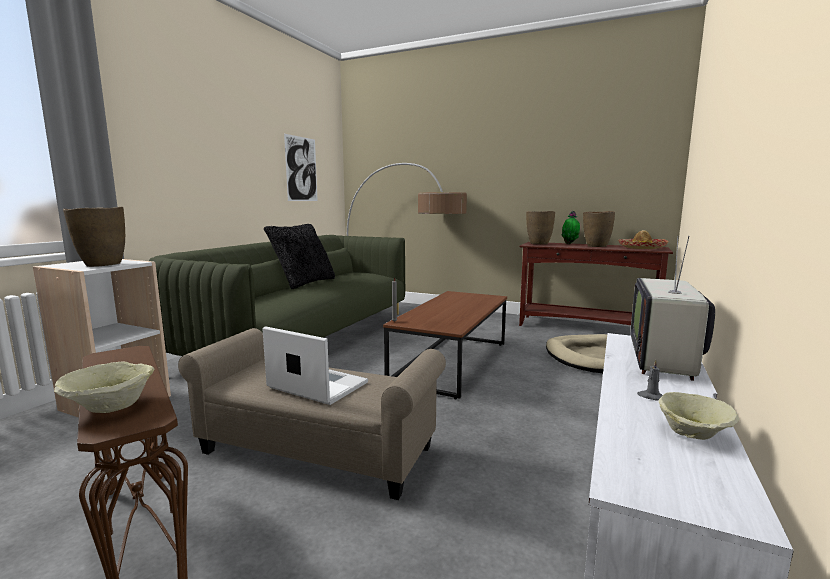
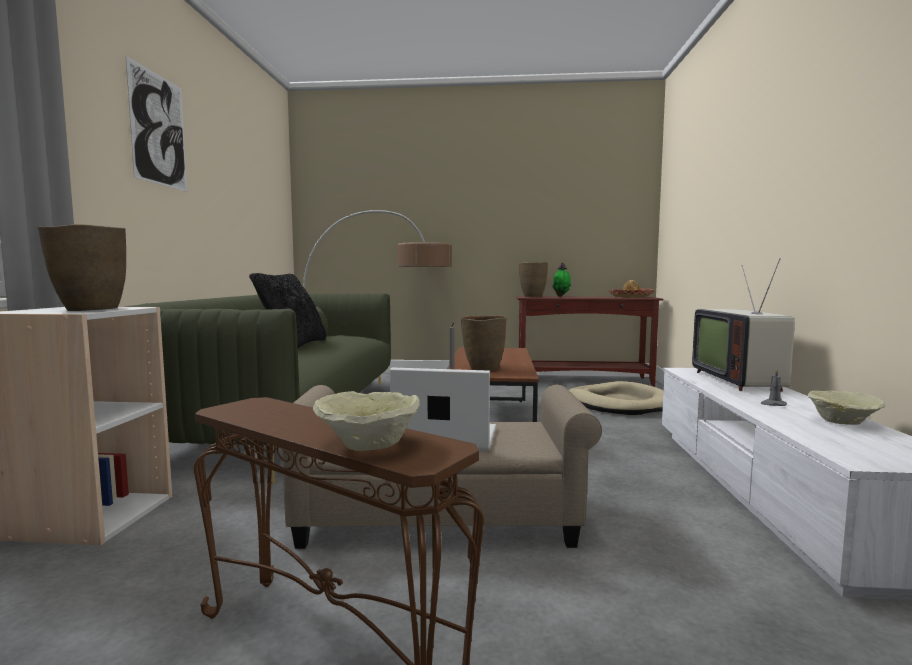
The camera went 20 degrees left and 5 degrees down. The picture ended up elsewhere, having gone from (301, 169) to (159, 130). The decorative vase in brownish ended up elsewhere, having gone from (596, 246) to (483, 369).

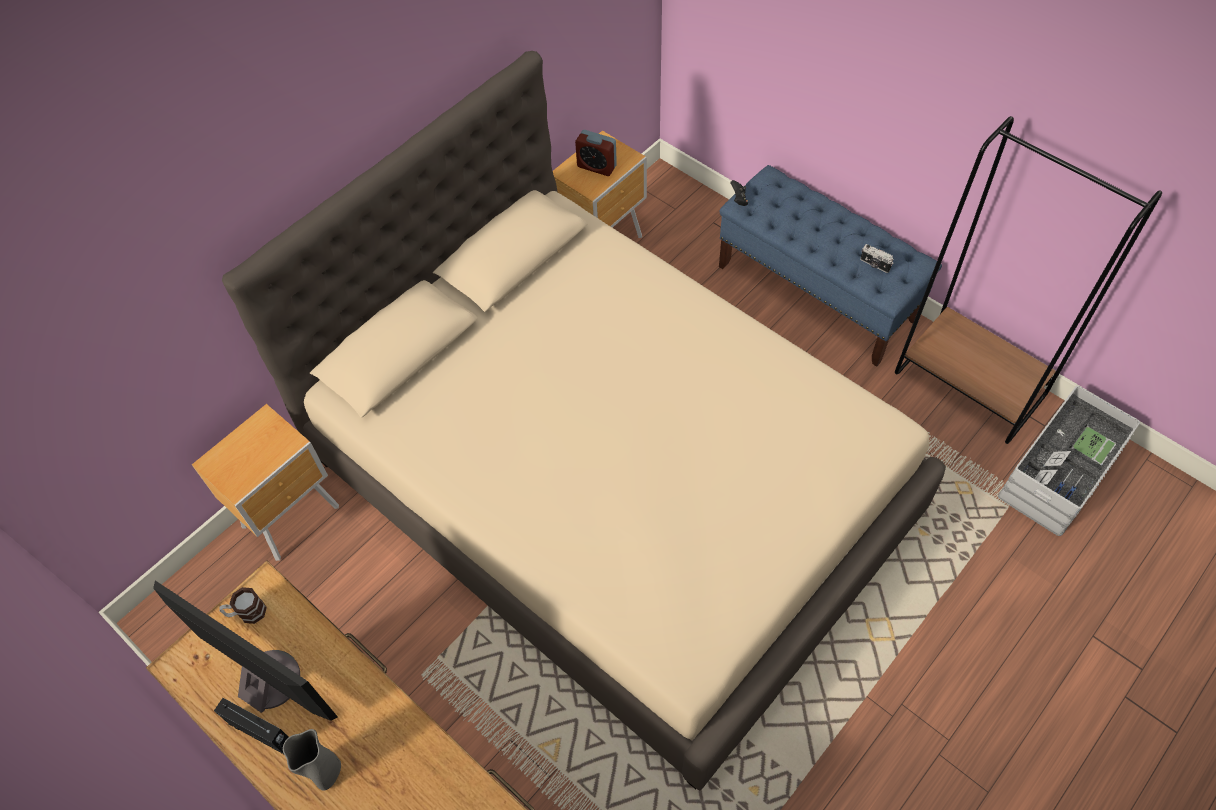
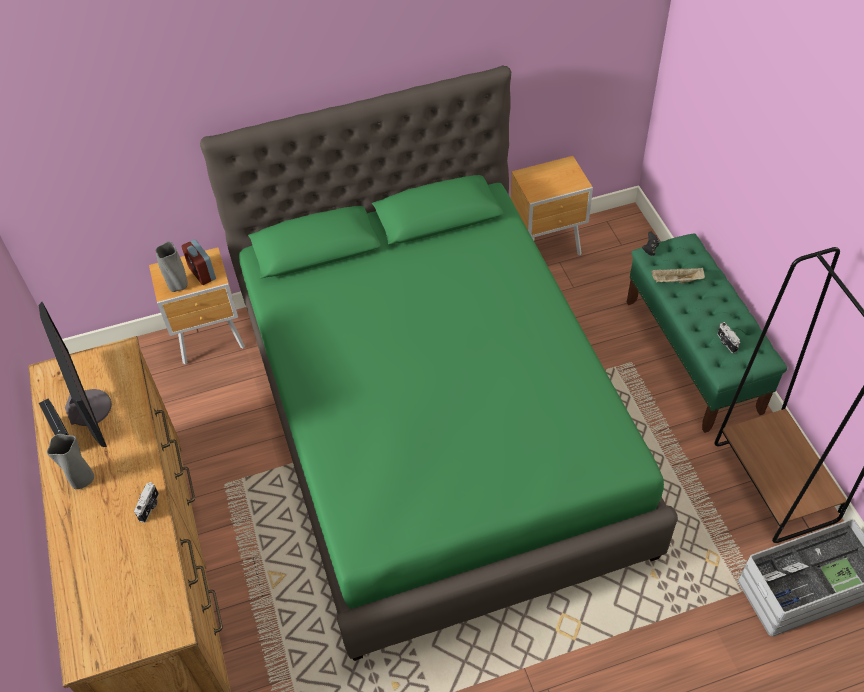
The camera went 30 degrees right and 5 degrees down. The second view gained the still camera at (150, 507). The second view gained the decorative vase in greyish at (178, 287). The table clock ended up elsewhere, having gone from (596, 166) to (202, 273). What was the bed in beige-coloured at (611, 486) turned into the bed in green-coloured at (436, 423). What was the long seat in blue at (816, 293) turned into the long seat in green-coloured at (692, 356). The second view gained the serving tray in beige-coloured at (676, 281). The second view lost the tea mug at (247, 613).

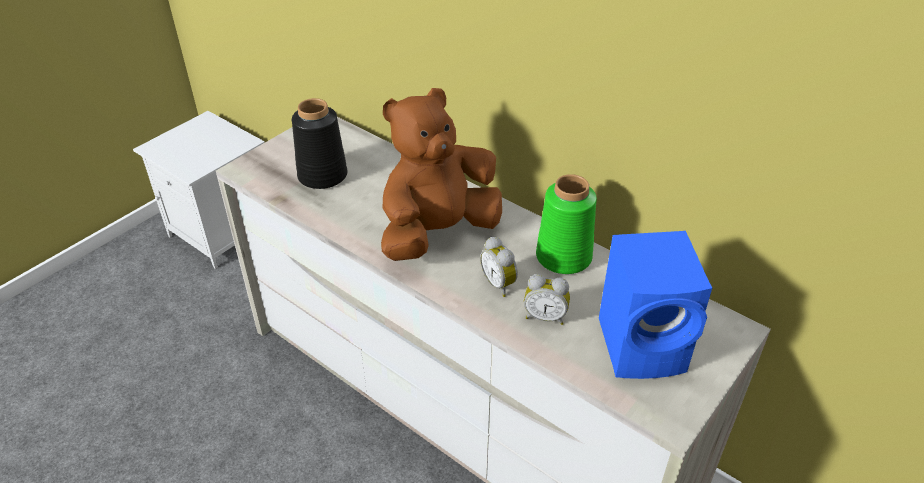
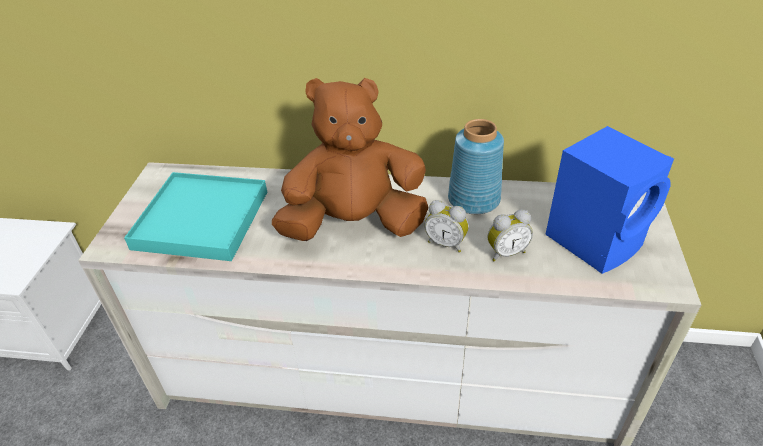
The camera went 30 degrees left and 0 degrees up. Where the decorative vase in black-coloured stood at (323, 176), the serving tray in turquoise came to stand at (202, 219). The plush toy in brownish at (438, 232) ended up facing another way, 60 degrees clockwise from before. What was the decorative vase in green-coloured at (564, 258) turned into the decorative vase in blue at (474, 200).

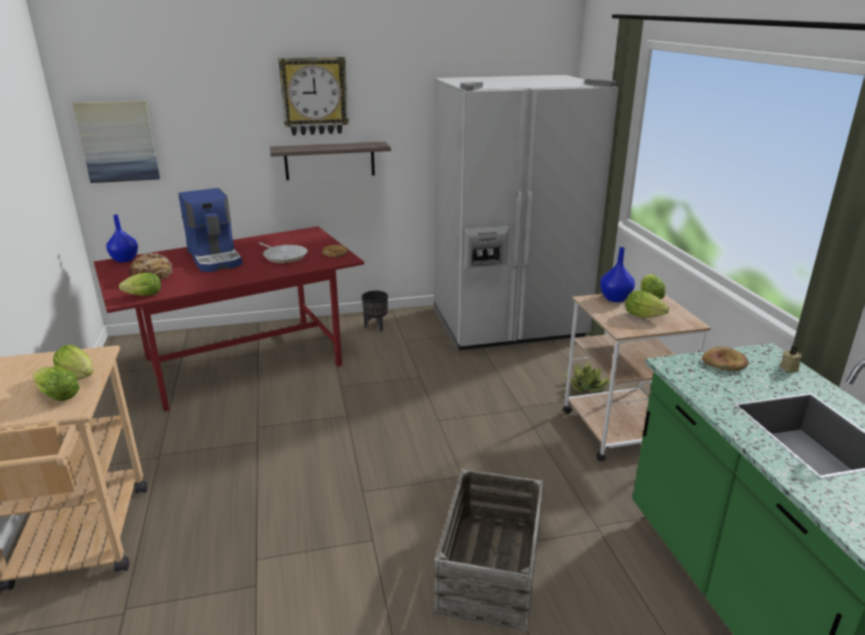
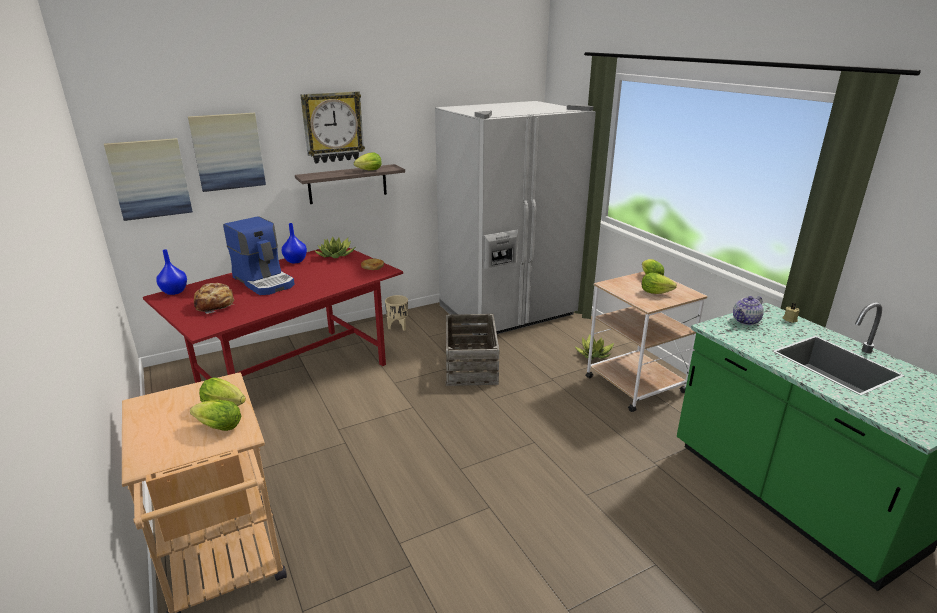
The camera went 15 degrees left and 0 degrees up. The second view gained the picture at (228, 151). The decorative vase in blue ended up elsewhere, having gone from (615, 299) to (295, 261). The second view gained the houseplant at (336, 255). The lettuce ended up elsewhere, having gone from (142, 296) to (368, 170). What was the planter in black-coloured at (376, 327) turned into the planter in beige-coloured at (398, 327). The shipping crate ended up elsewhere, having gone from (491, 569) to (471, 364). Where the bakery bread stood at (724, 362), the teapot came to stand at (746, 321). The second view lost the pan at (284, 256).

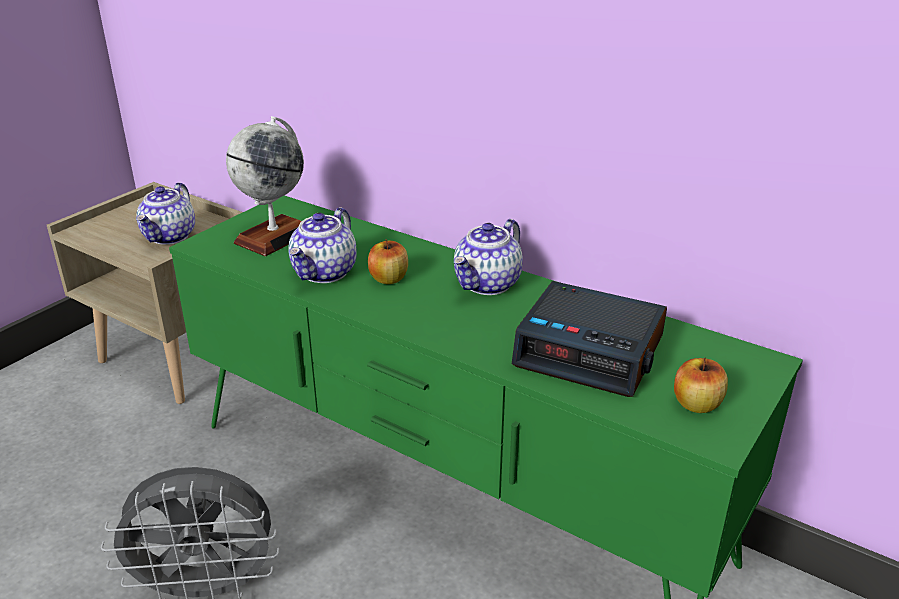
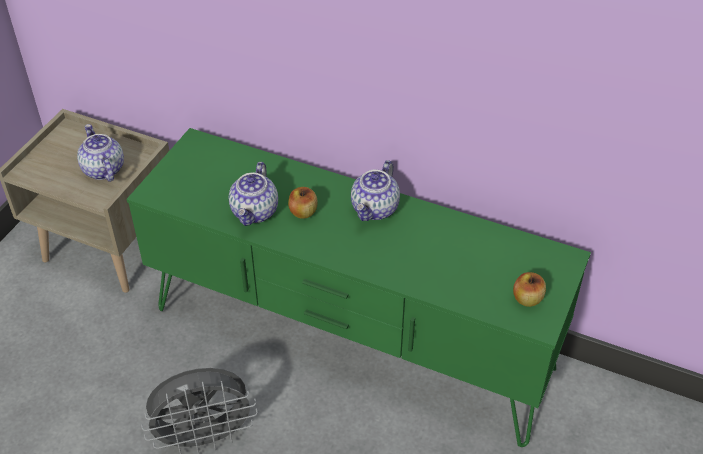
The camera went 10 degrees left and 15 degrees up. The teapot at (170, 237) ended up facing another way, 150 degrees clockwise from before. The second view lost the globe at (274, 237). The second view lost the table clock at (591, 351).

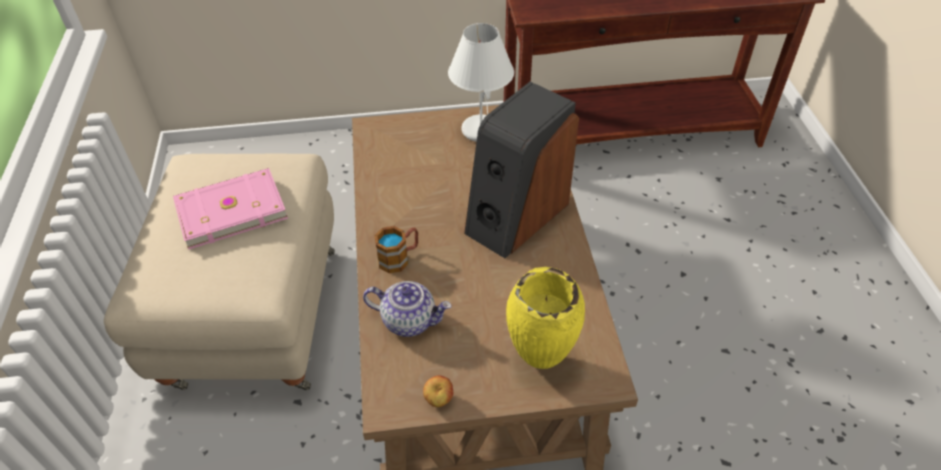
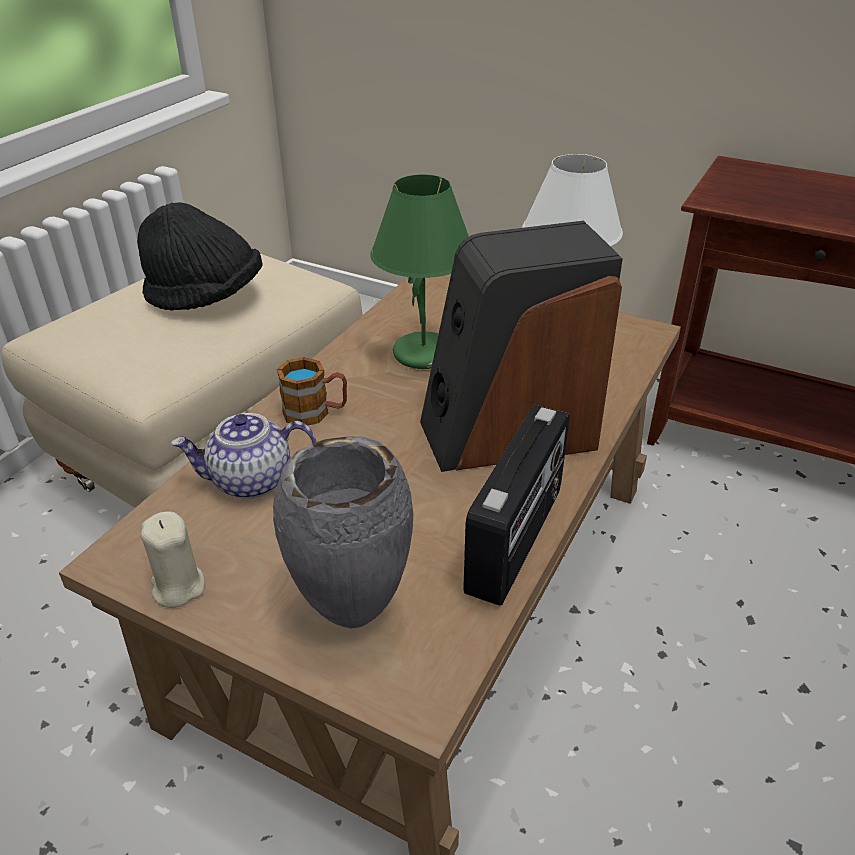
The camera went 35 degrees right and 10 degrees down. Where the bound book in pink stood at (230, 210), the clothing hat in black-coloured came to stand at (206, 298). Where the whole apple stood at (438, 400), the wax candle in beige-coloured came to stand at (178, 587). The teapot at (410, 320) ended up facing another way, 120 degrees clockwise from before. What was the decorative vase in yellowish at (538, 360) turned into the decorative vase in greyish at (351, 614). The second view gained the lamp for a table in green-coloured at (425, 354). The second view gained the radio receiver at (517, 540).

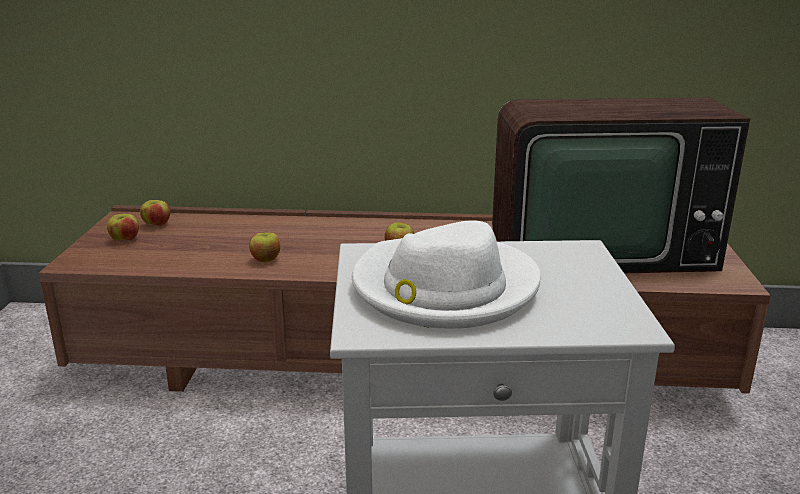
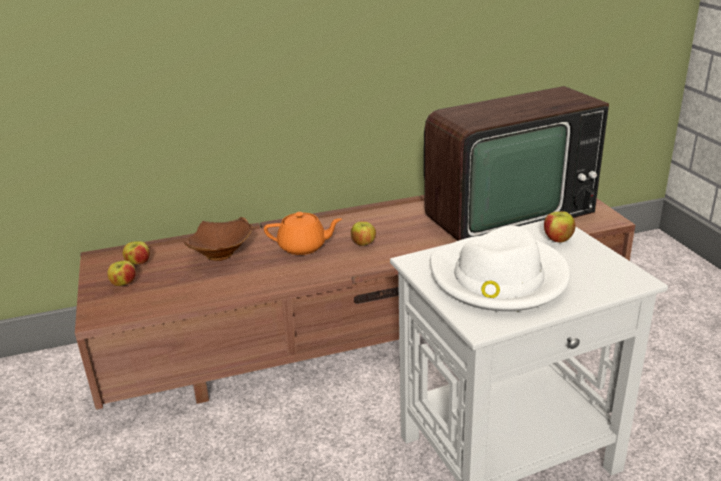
The camera went 20 degrees left and 5 degrees up. The second view gained the deep dish in brownish at (222, 255). The second view gained the teapot in orange at (303, 247). The whole apple ended up elsewhere, having gone from (266, 259) to (557, 239).

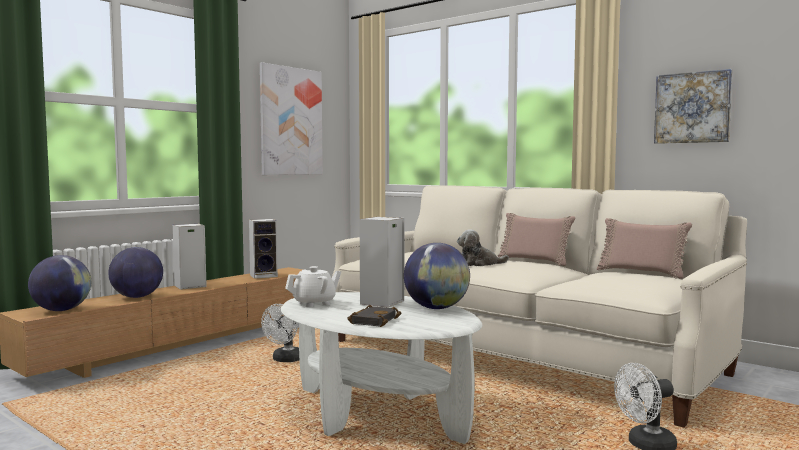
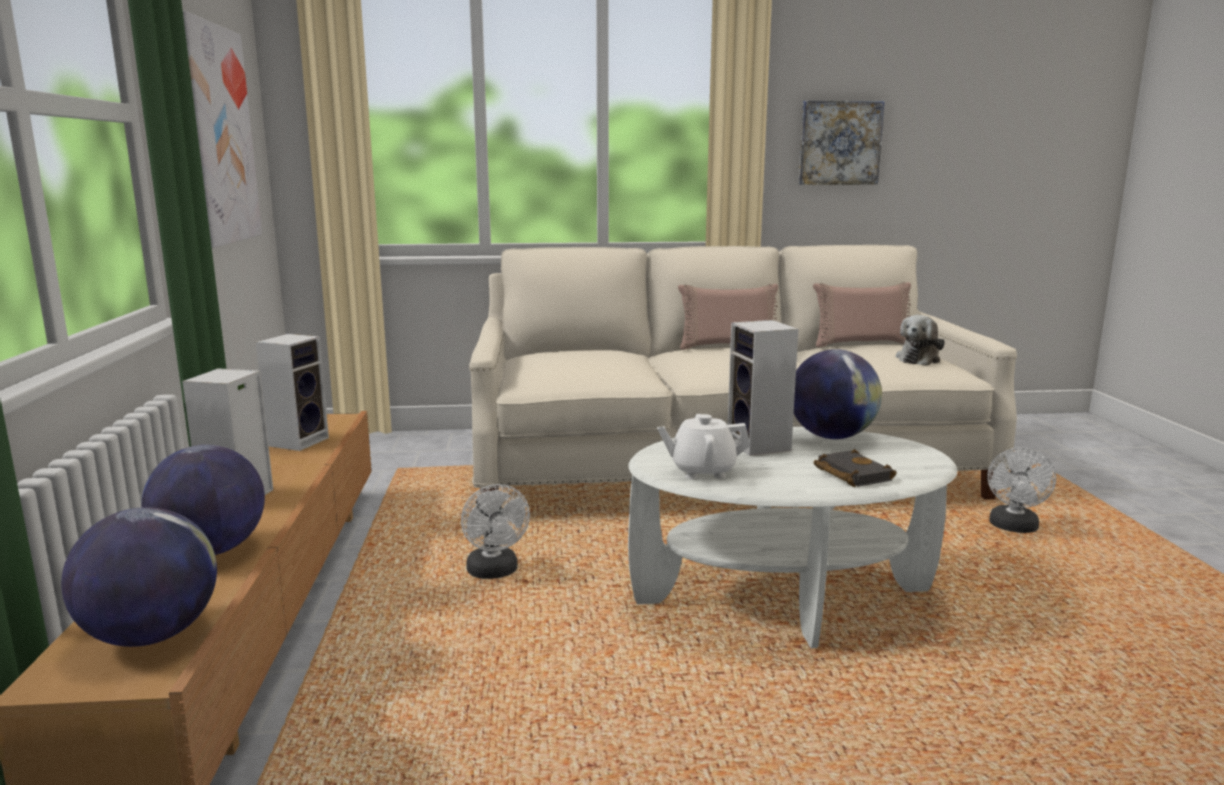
The camera went 45 degrees left and 10 degrees up. The teapot in whitish at (314, 303) ended up facing another way, 105 degrees counterclockwise from before. The plush toy ended up elsewhere, having gone from (479, 264) to (919, 359).

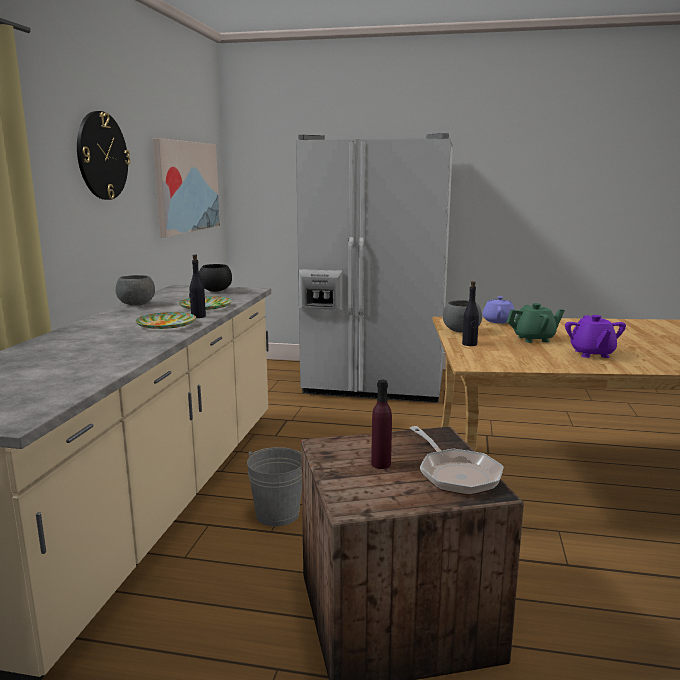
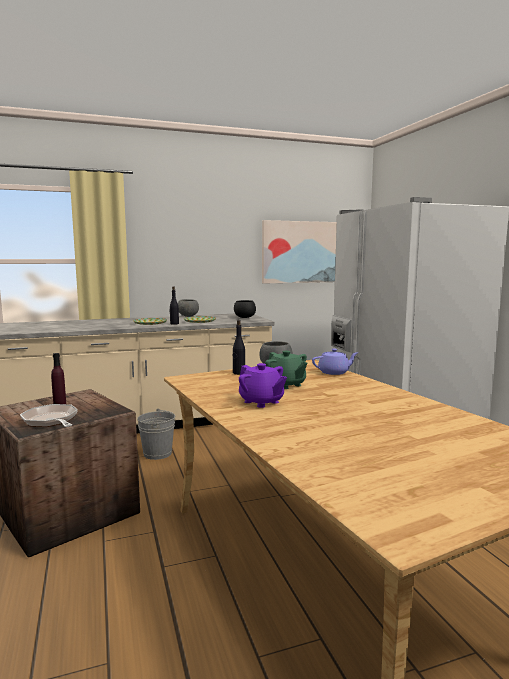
The camera went 60 degrees right and 5 degrees down. The pan at (456, 474) ended up facing another way, 105 degrees clockwise from before. The teapot in purple at (592, 354) ended up facing another way, 105 degrees counterclockwise from before. The second view lost the hanging clock at (102, 156).

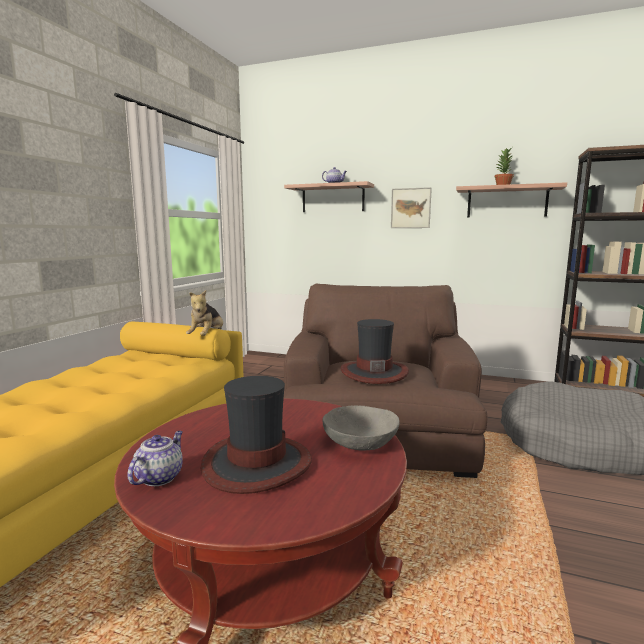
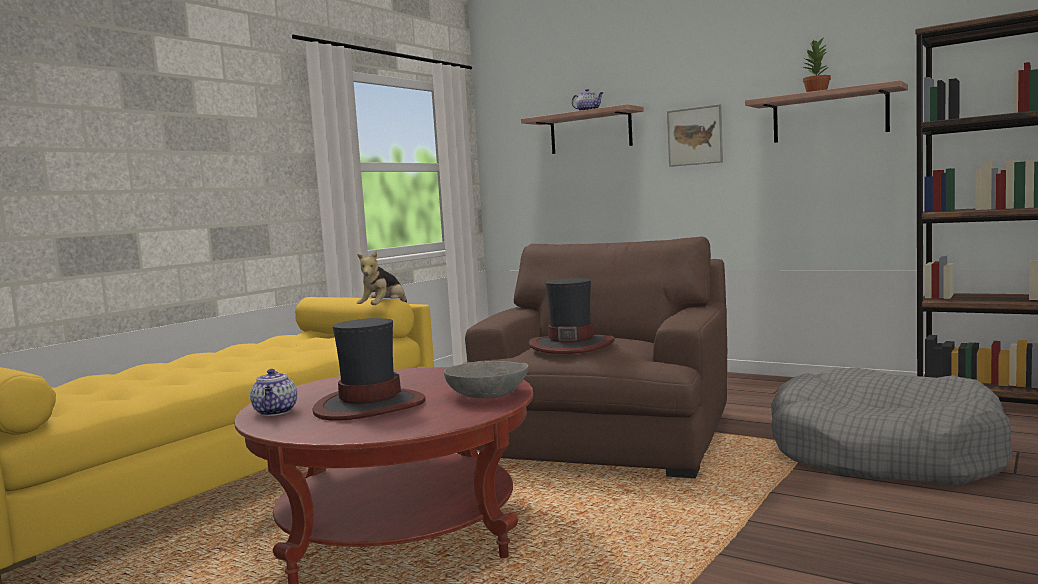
The camera went 15 degrees right and 5 degrees down. The teapot at (159, 477) ended up facing another way, 135 degrees clockwise from before.

